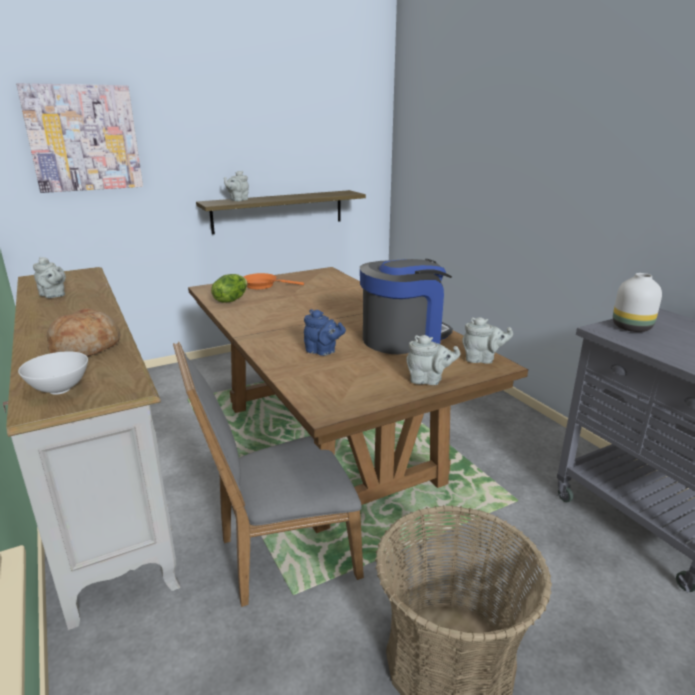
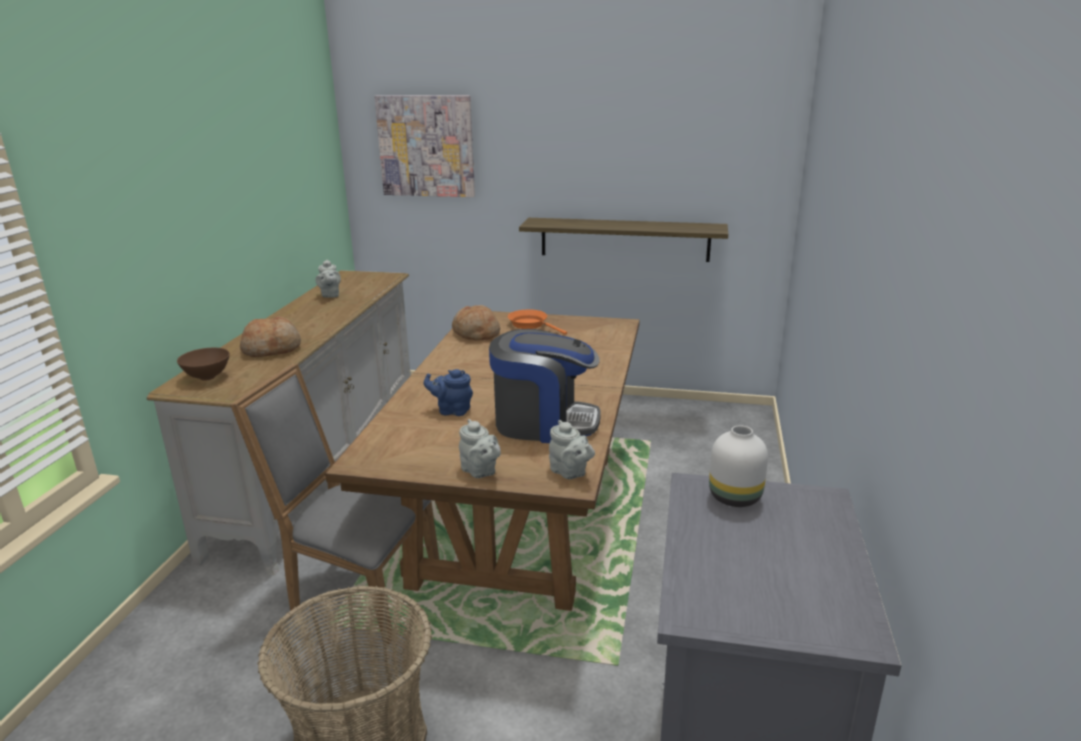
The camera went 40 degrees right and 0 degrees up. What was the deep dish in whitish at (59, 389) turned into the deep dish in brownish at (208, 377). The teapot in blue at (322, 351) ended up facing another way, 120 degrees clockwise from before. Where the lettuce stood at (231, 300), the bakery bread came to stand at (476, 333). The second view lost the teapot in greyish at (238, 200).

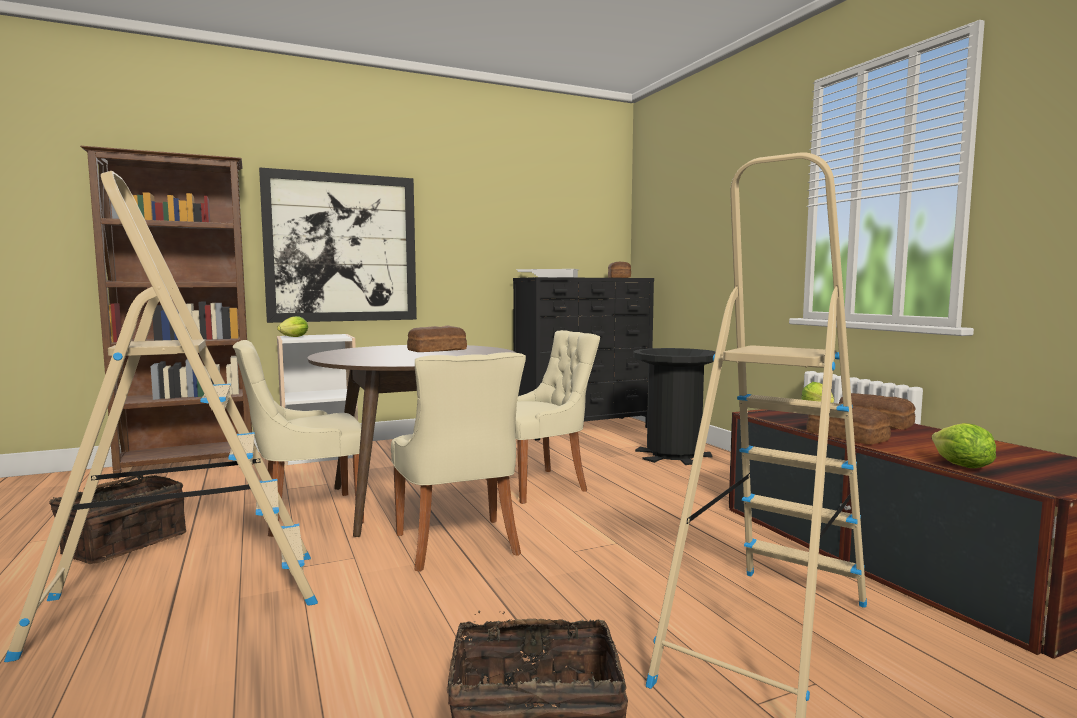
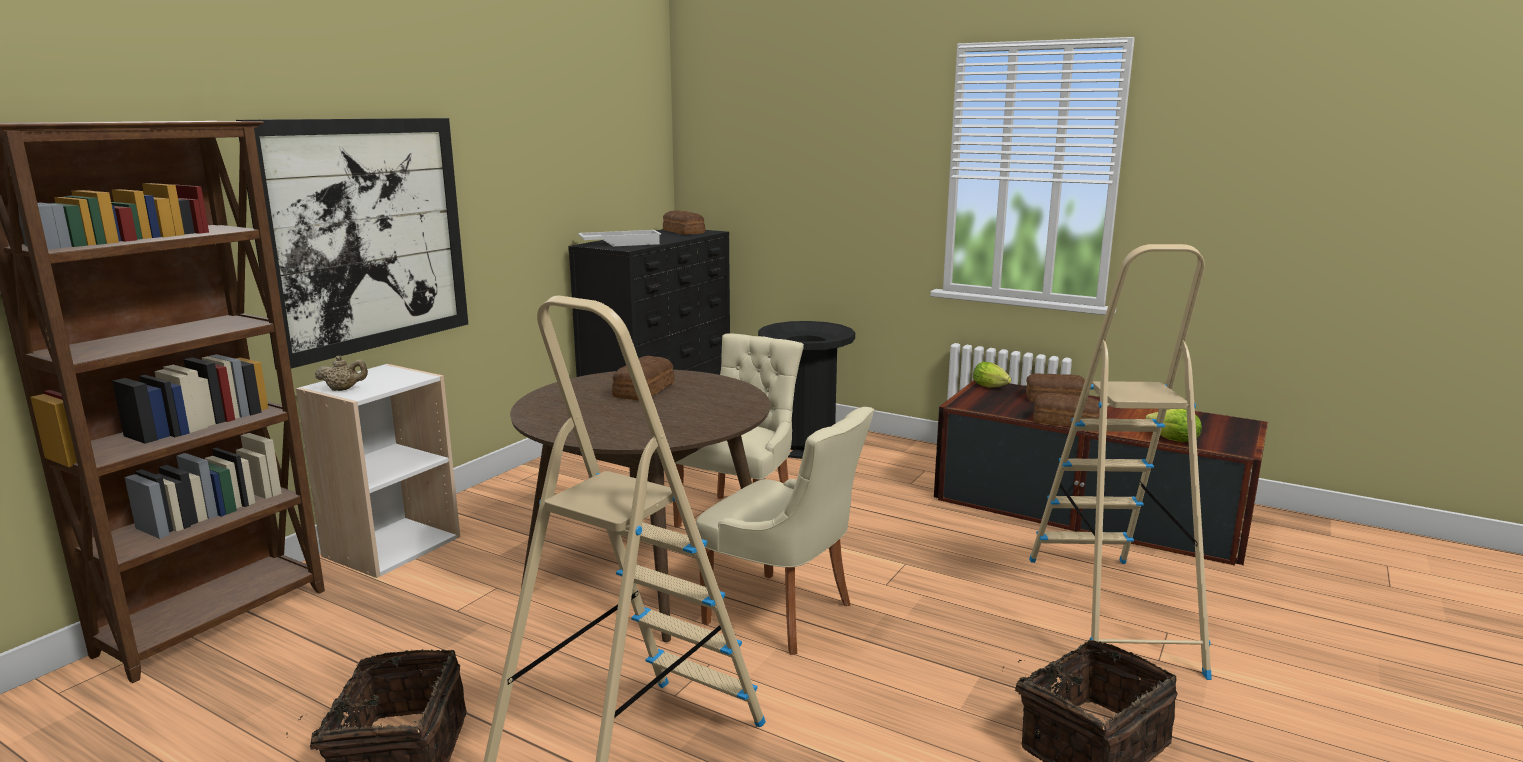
The camera went 35 degrees left and 10 degrees up. Where the lettuce stood at (292, 337), the teapot in beige-coloured came to stand at (343, 389). The second view lost the plain chair in beige-coloured at (306, 514).

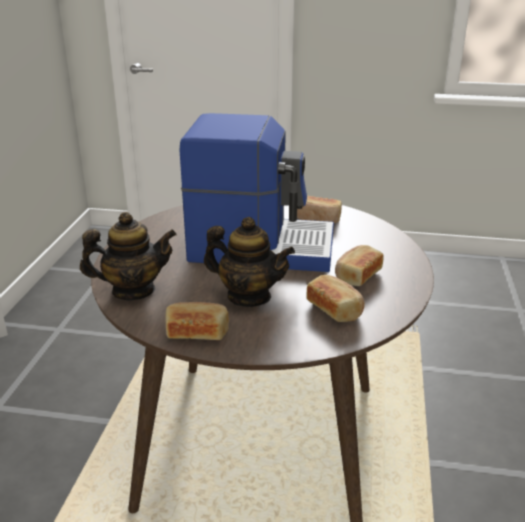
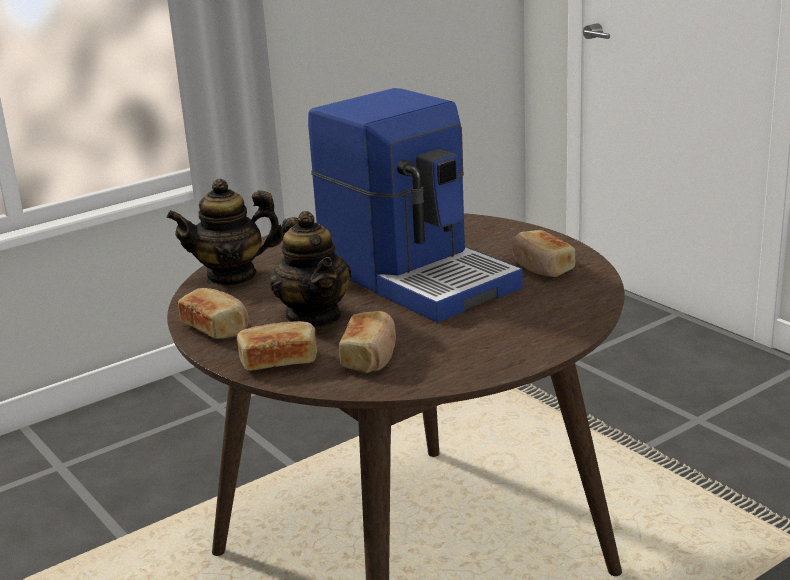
The camera went 45 degrees right and 5 degrees down. The teapot at (133, 290) ended up facing another way, 135 degrees clockwise from before. The bakery bread ended up elsewhere, having gone from (357, 275) to (279, 361).

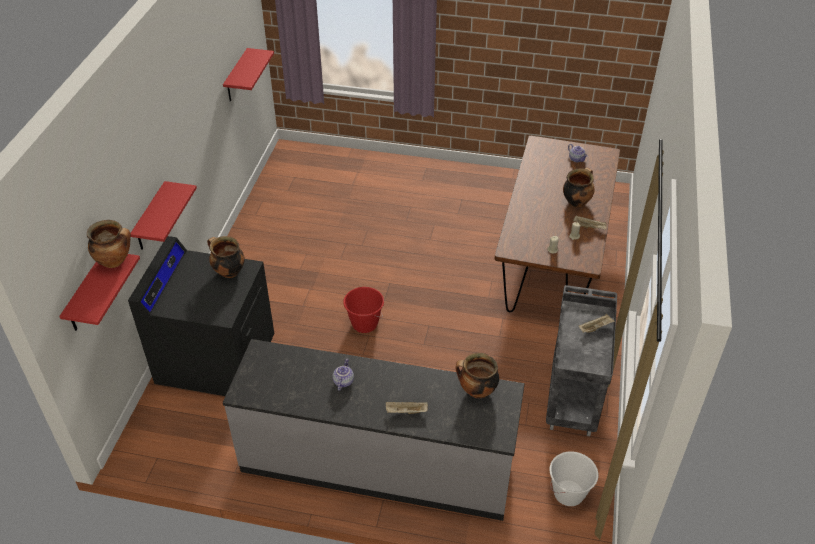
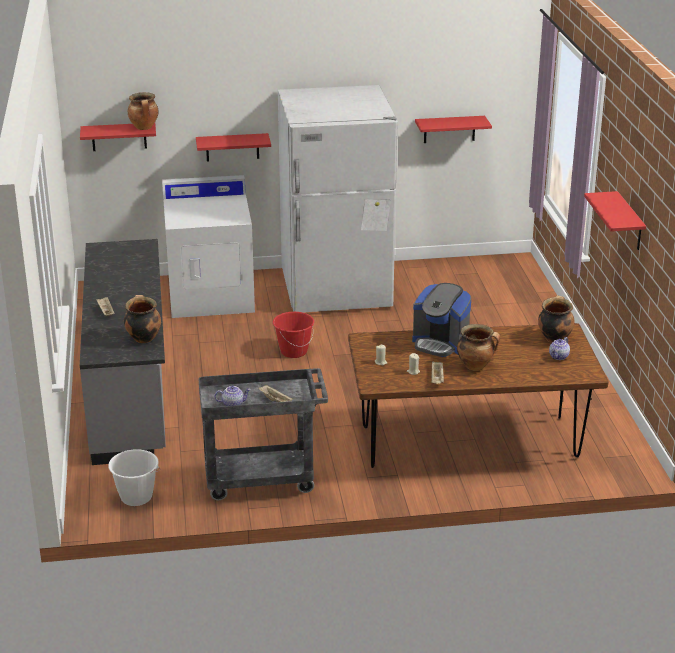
The camera went 70 degrees right and 15 degrees down. What was the laundry machine in black-coloured at (216, 357) turned into the laundry machine in whitish at (211, 294). The teapot ended up elsewhere, having gone from (343, 381) to (233, 403). The second view gained the fridge in whitish at (337, 288). The second view gained the coffee machine at (440, 343). The saucepot ended up elsewhere, having gone from (228, 272) to (554, 338). The second view gained the wall shelf in red at (630, 222).

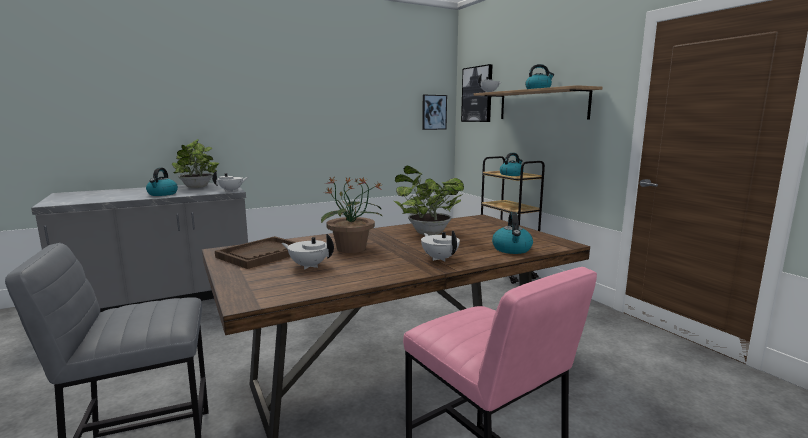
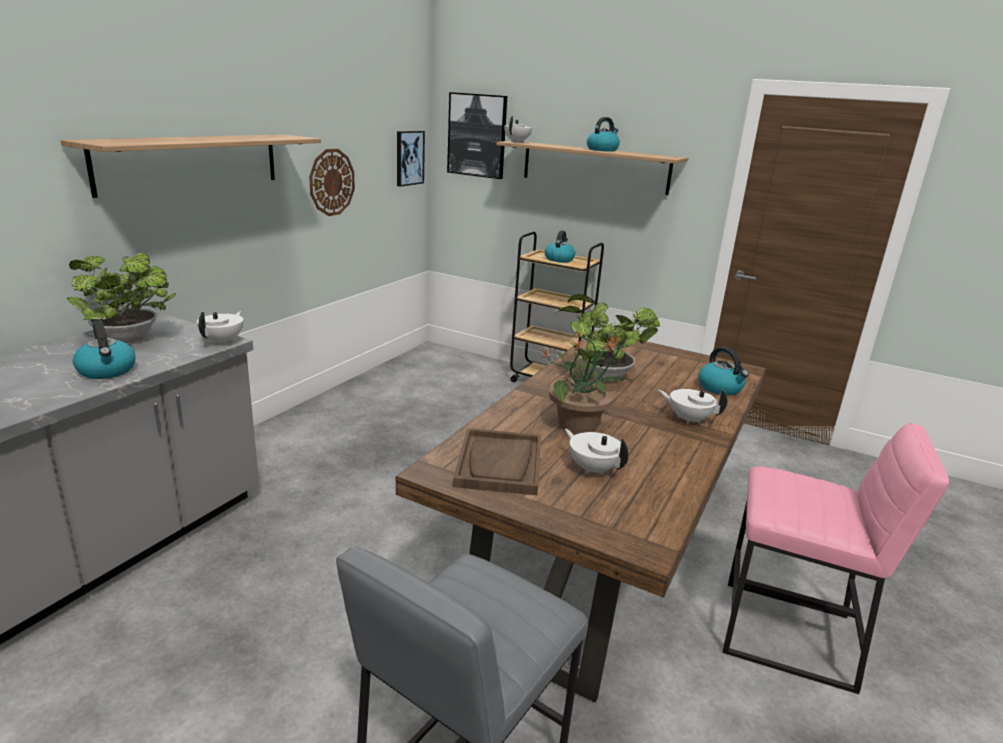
The camera went 35 degrees left and 10 degrees up. The second view gained the wall shelf at (191, 162). The second view gained the hanging clock at (331, 182). The teapot in whitish at (309, 266) ended up facing another way, 60 degrees clockwise from before.

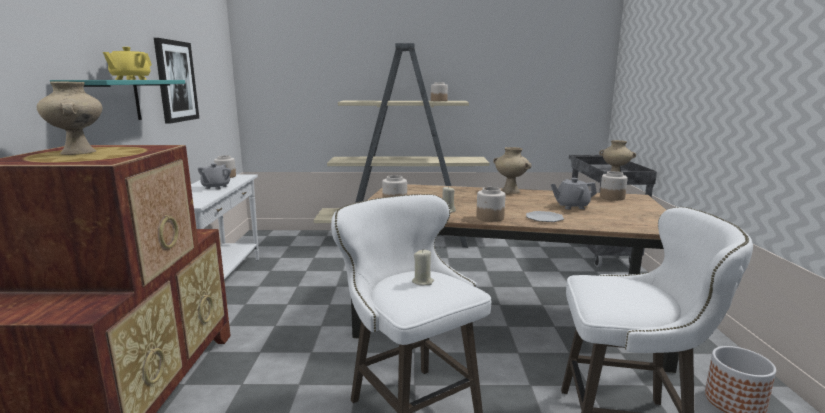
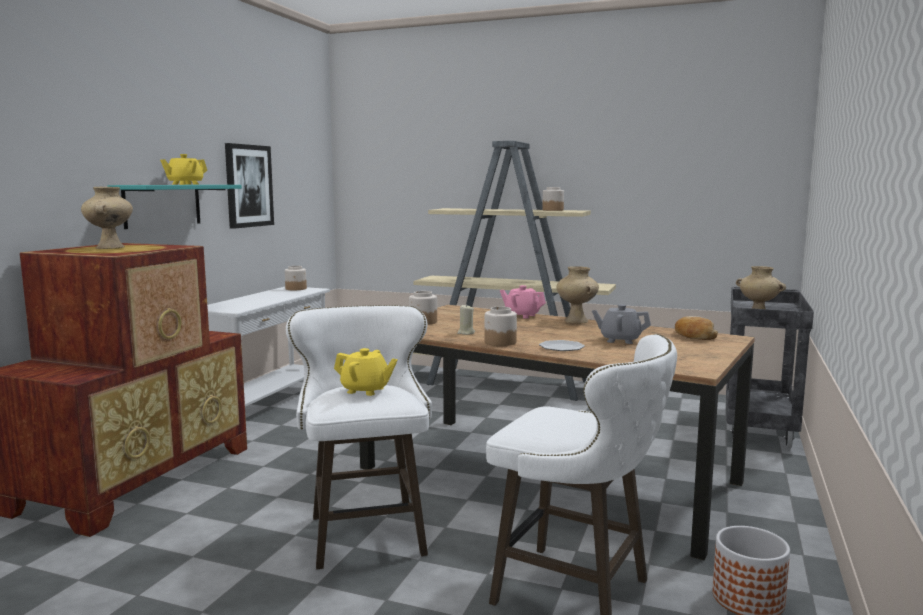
The camera went 20 degrees right and 5 degrees down. Where the wax candle in beige-coloured stood at (423, 282), the teapot in yellowish came to stand at (365, 390). The second view gained the teapot in pink at (522, 315). Where the storage jar stood at (611, 197), the bakery bread came to stand at (694, 336). The second view lost the teapot in greyish at (216, 187).

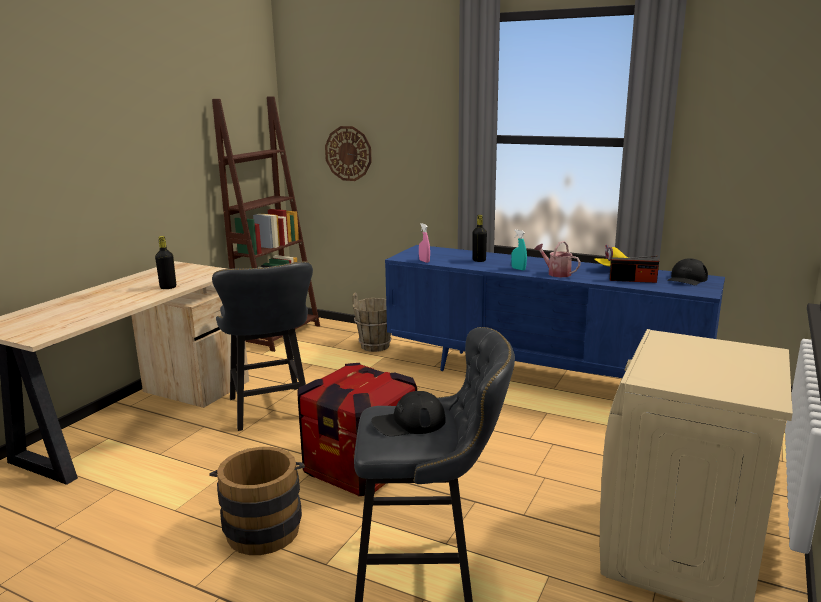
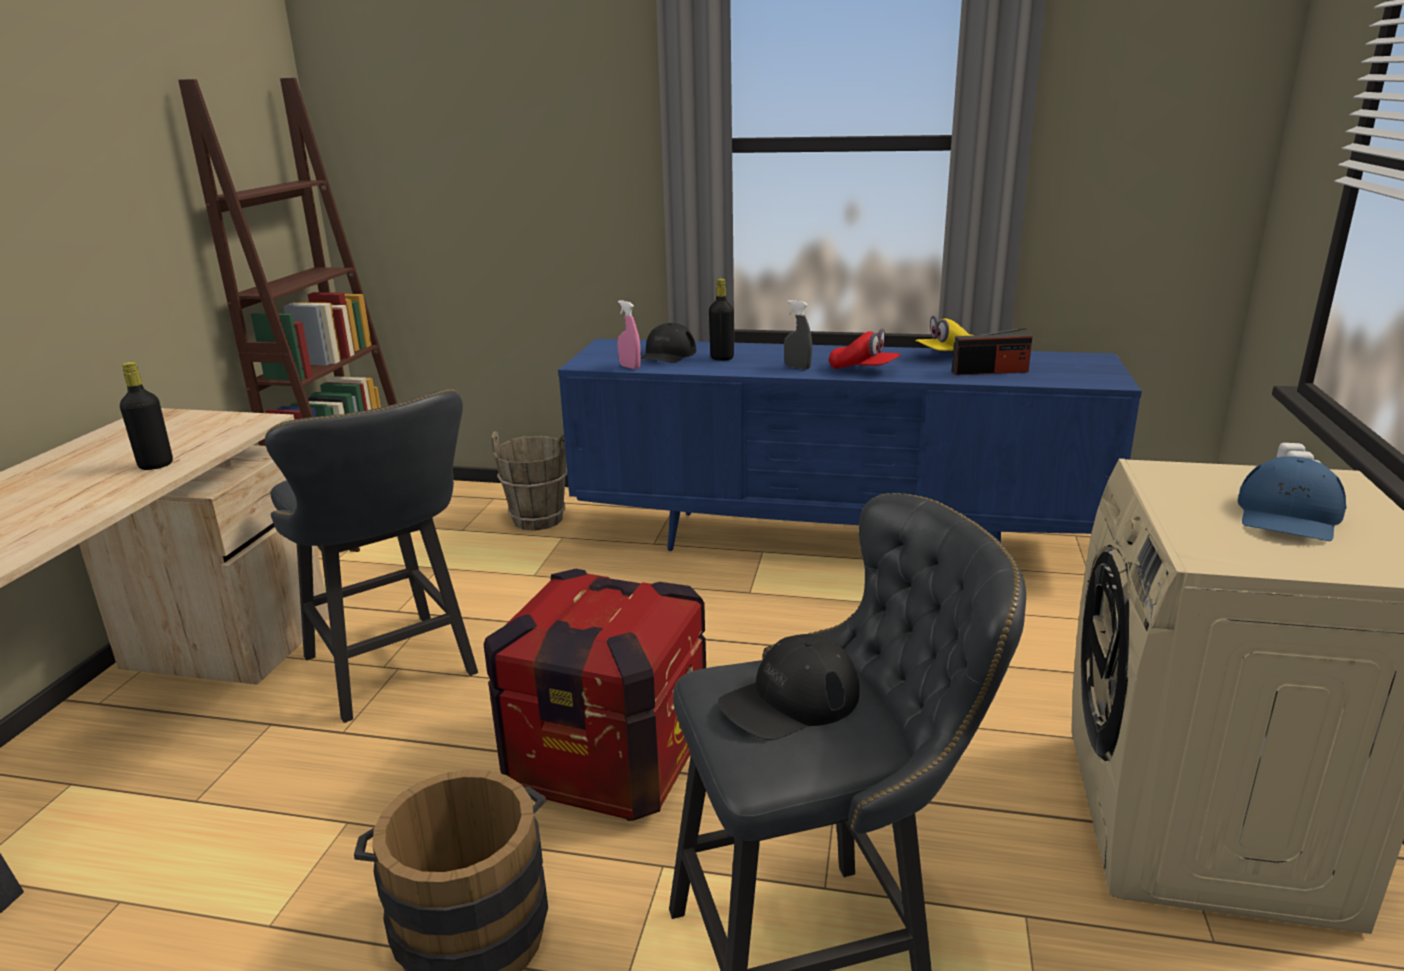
The camera went 15 degrees left and 5 degrees up. The baseball cap in black-coloured ended up elsewhere, having gone from (686, 279) to (666, 355). What was the sprayer in turquoise at (518, 269) turned into the sprayer in greyish at (797, 367). Where the sprinkling can stood at (556, 273), the baseball cap in red came to stand at (863, 370). The second view gained the baseball cap in blue at (1288, 516). The second view lost the hanging clock at (348, 153).

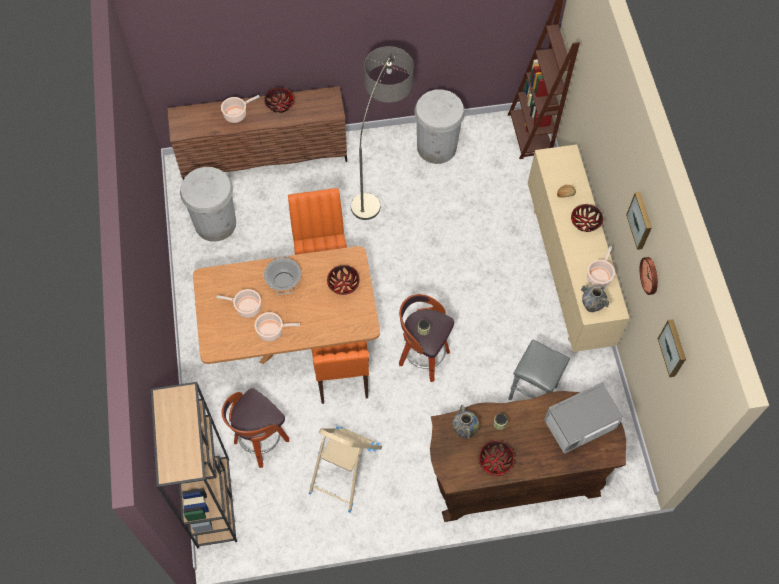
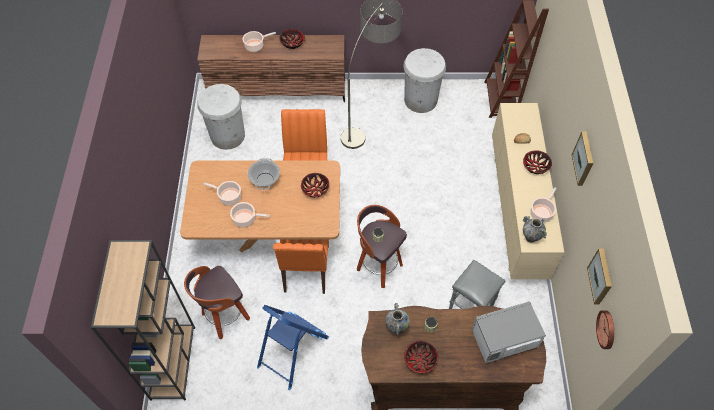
The camera went 10 degrees right and 5 degrees down. What was the step stool in beige-coloured at (346, 468) turned into the step stool in blue at (294, 351). The hanging clock ended up elsewhere, having gone from (650, 275) to (607, 329).

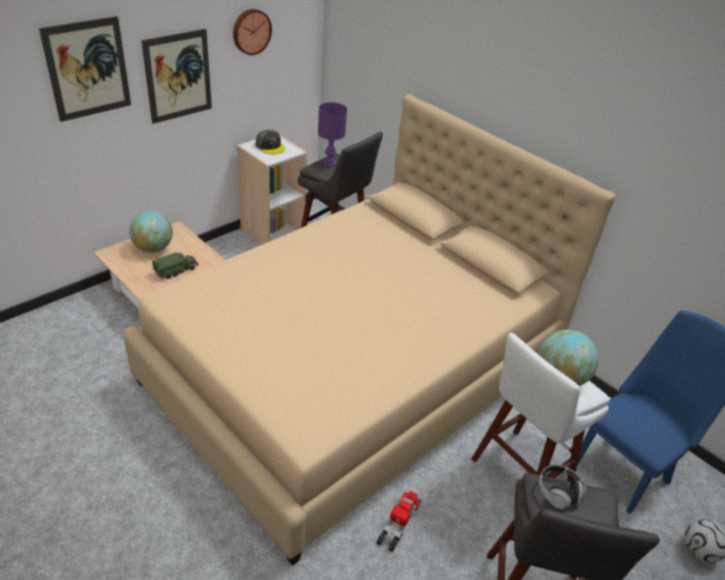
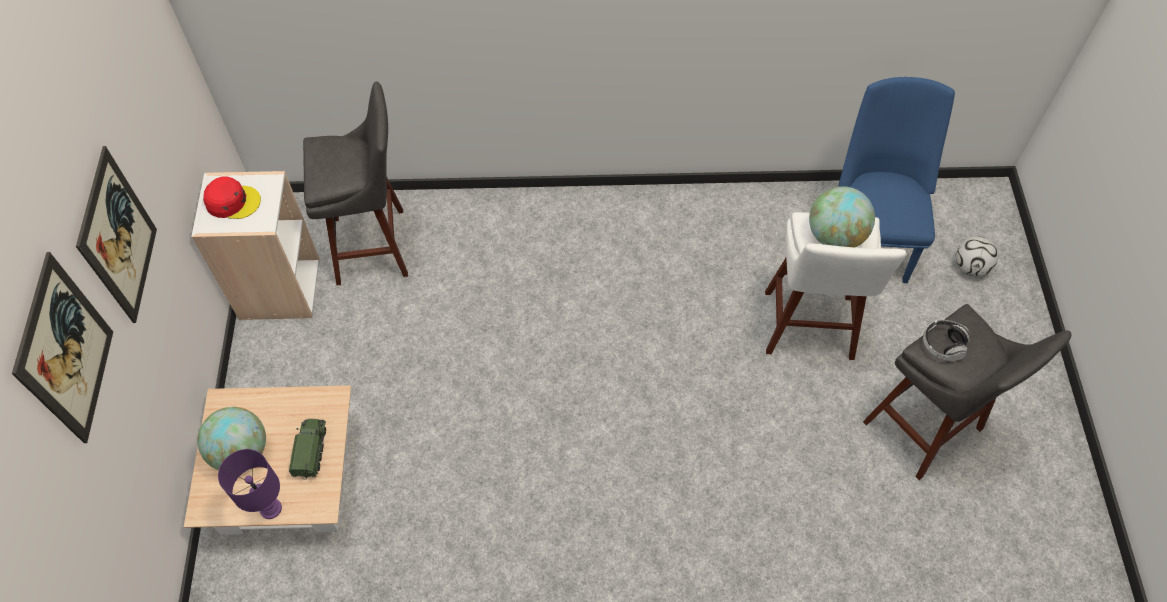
The camera went 45 degrees left and 20 degrees up. What was the baseball cap in greyish at (270, 146) turned into the baseball cap in red at (232, 201). The lamp for a table in purple ended up elsewhere, having gone from (329, 163) to (270, 509). The second view lost the bed in beige-coloured at (355, 372). The second view lost the hanging clock at (251, 31). The second view lost the toy lorry at (398, 523).

